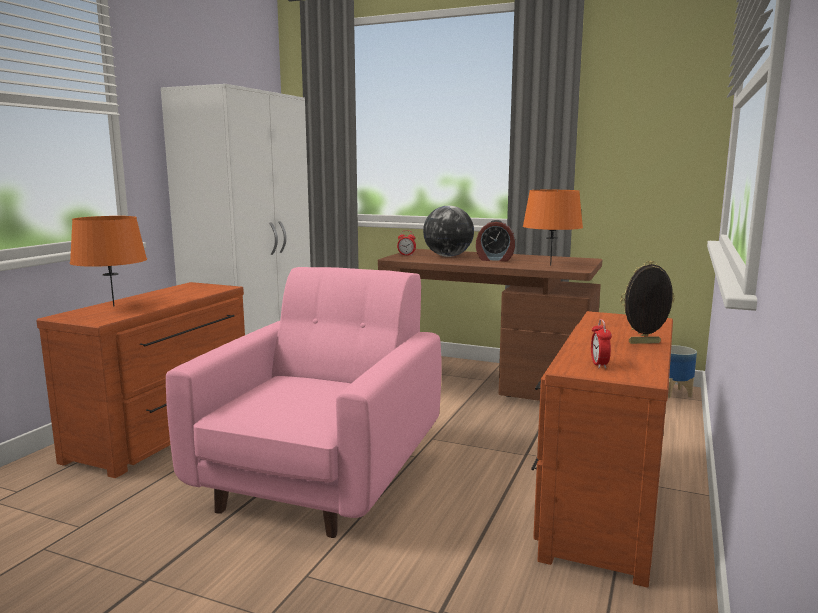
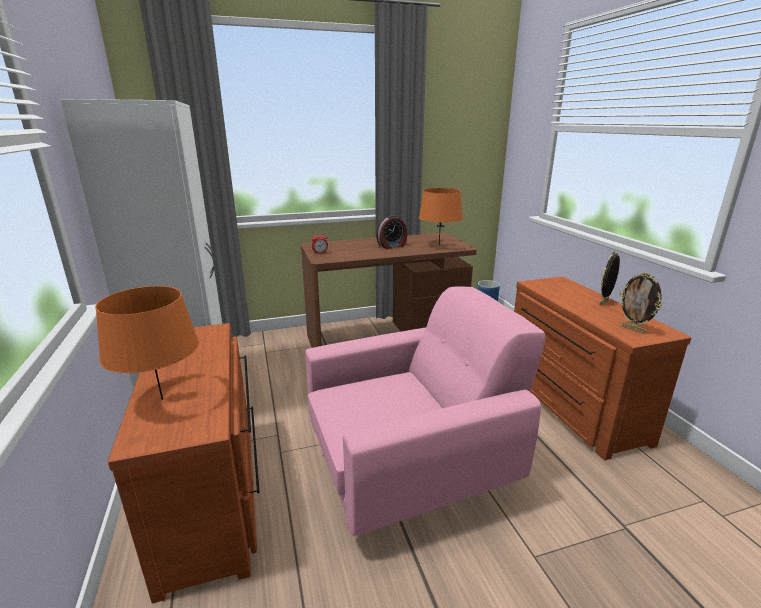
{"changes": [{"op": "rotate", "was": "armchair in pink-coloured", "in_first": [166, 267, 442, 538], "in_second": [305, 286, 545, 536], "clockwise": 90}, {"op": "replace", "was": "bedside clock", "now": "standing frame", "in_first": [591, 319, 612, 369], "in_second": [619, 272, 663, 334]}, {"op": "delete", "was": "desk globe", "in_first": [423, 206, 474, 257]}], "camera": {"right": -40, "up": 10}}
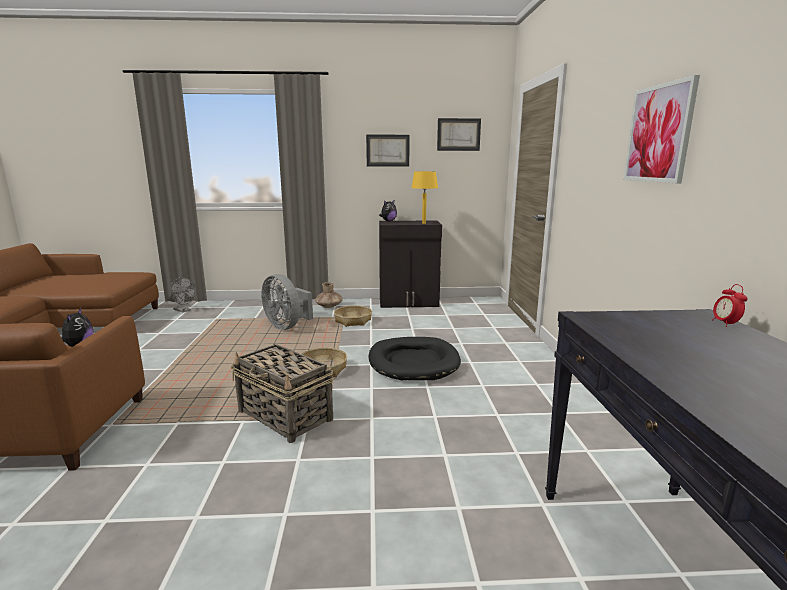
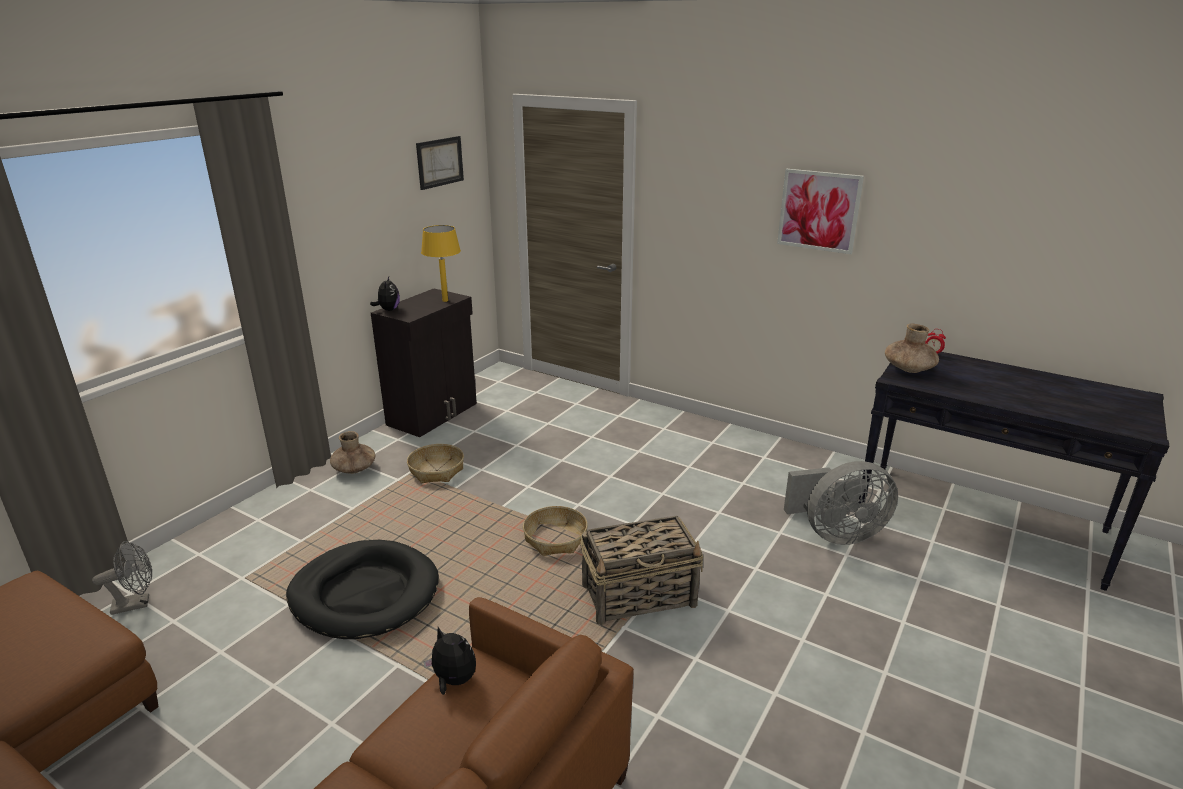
{"changes": [{"op": "move", "was": "pet bed in black-coloured", "in_first": [368, 337, 461, 380], "in_second": [286, 540, 439, 639]}, {"op": "move", "was": "electric fan in gray", "in_first": [261, 274, 313, 330], "in_second": [784, 461, 898, 545]}, {"op": "insert", "now": "vase in brown", "in_second": [885, 324, 939, 373]}, {"op": "delete", "was": "picture", "in_first": [366, 135, 410, 167]}], "camera": {"right": -55, "up": 10}}
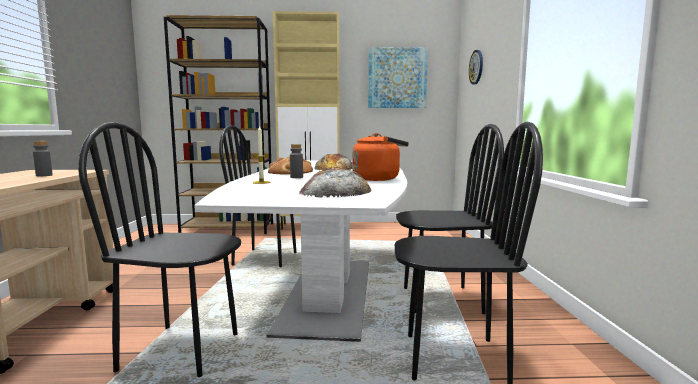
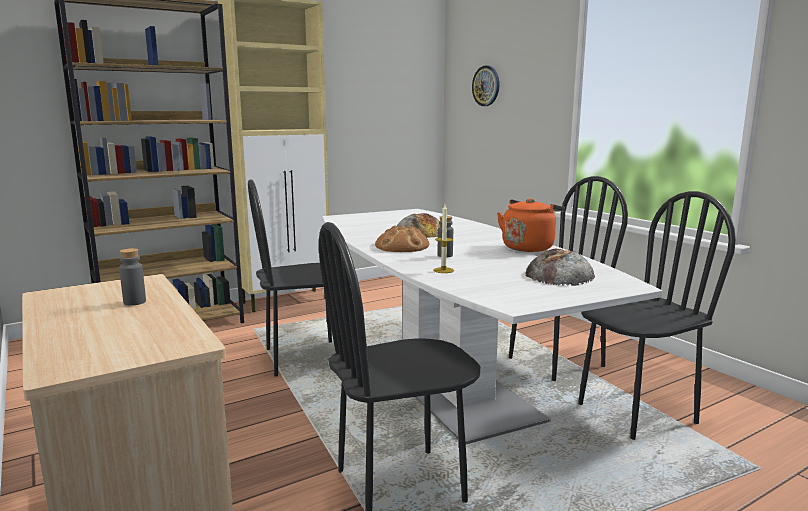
{"changes": [{"op": "delete", "was": "picture", "in_first": [368, 47, 428, 108]}], "camera": {"right": -30, "up": 5}}
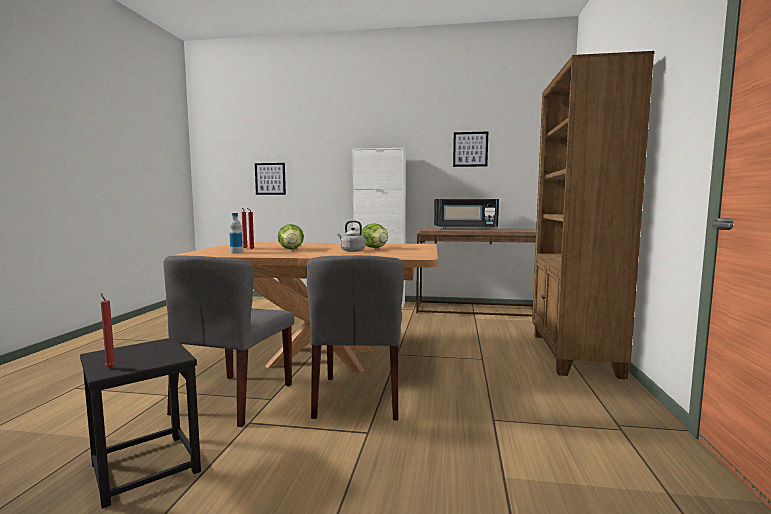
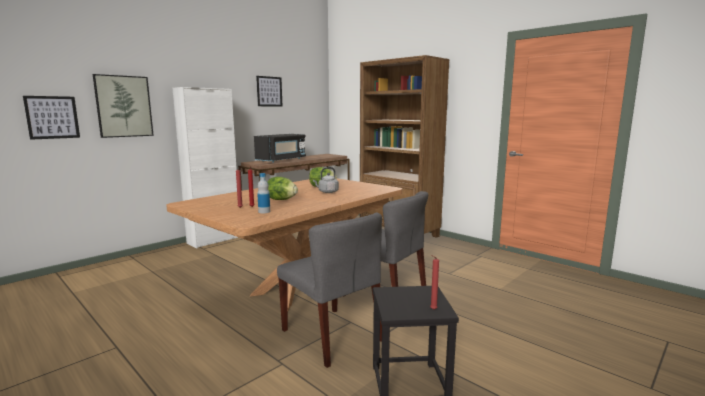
{"changes": [{"op": "insert", "now": "picture", "in_second": [93, 74, 154, 138]}], "camera": {"right": -55, "up": 5}}
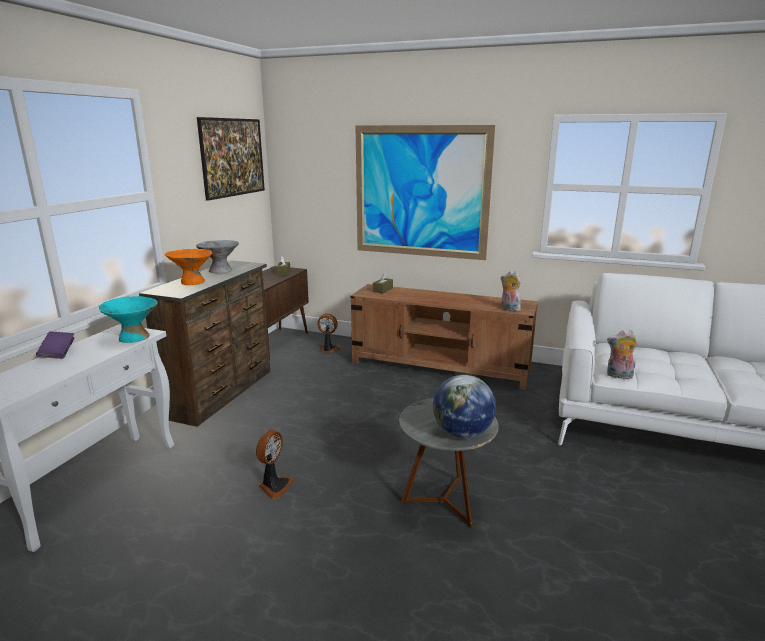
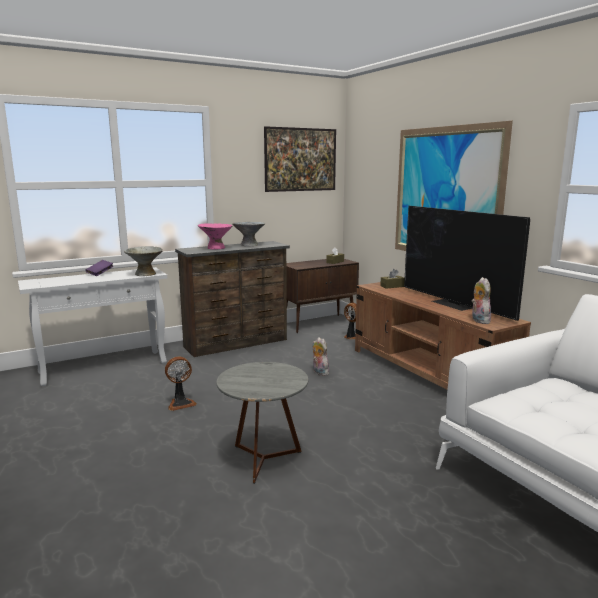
{"changes": [{"op": "recolor", "was": "serving bowl in turquoise", "now": "serving bowl in gray", "in_first": [99, 296, 158, 343], "in_second": [124, 246, 163, 276]}, {"op": "recolor", "was": "serving bowl in orange", "now": "serving bowl in pink-coloured", "in_first": [165, 249, 212, 285], "in_second": [198, 223, 232, 250]}, {"op": "move", "was": "cuddly toy", "in_first": [607, 330, 638, 379], "in_second": [313, 337, 329, 376]}, {"op": "insert", "now": "TV", "in_second": [404, 206, 530, 321]}, {"op": "delete", "was": "desk globe", "in_first": [433, 374, 496, 438]}], "camera": {"right": 40, "up": -5}}
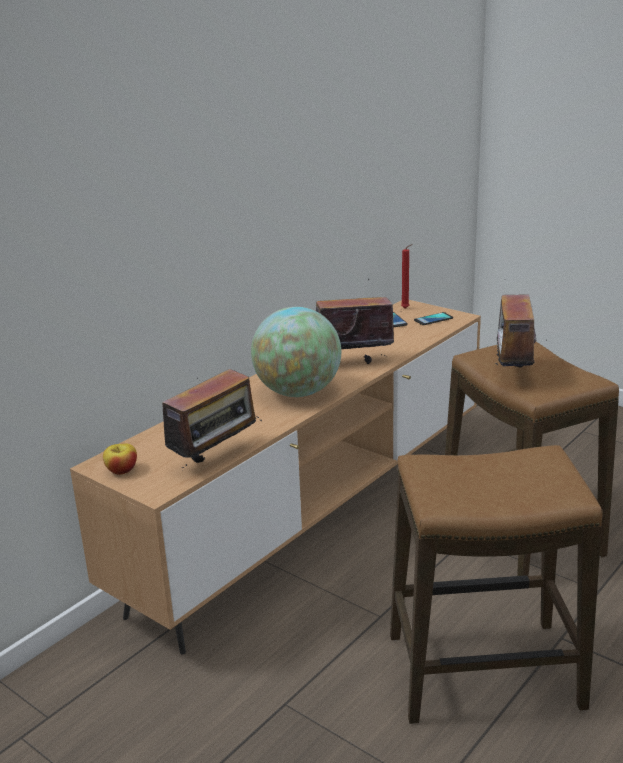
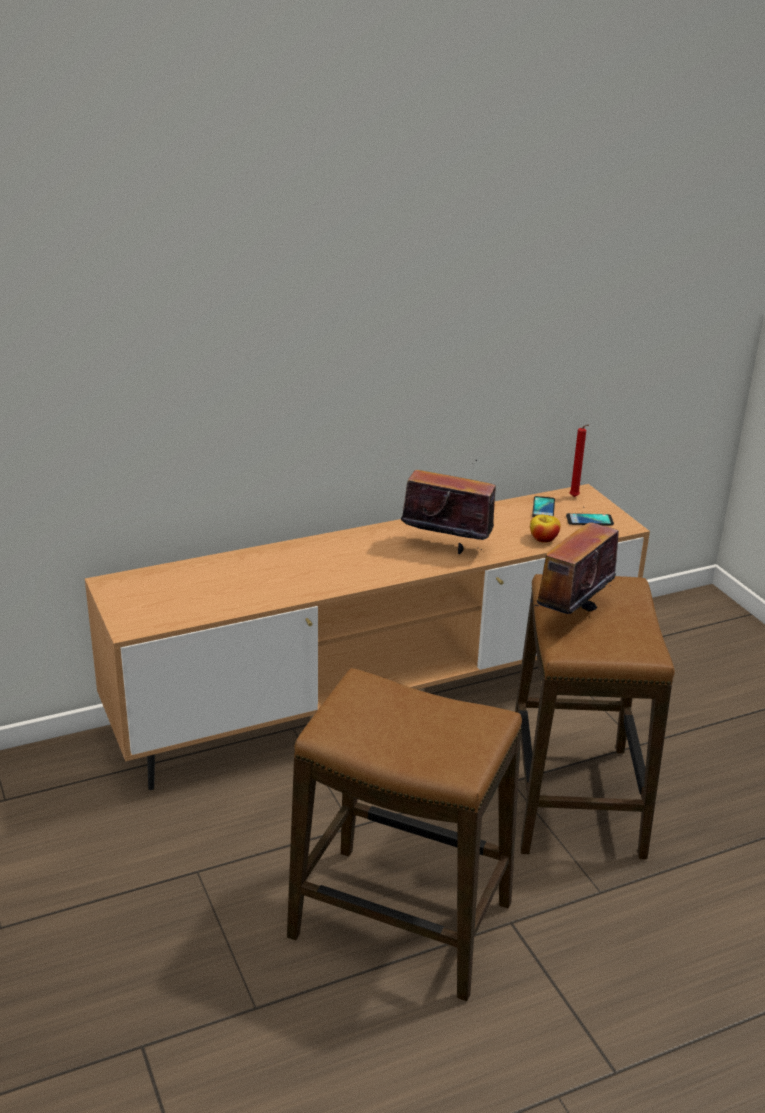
{"changes": [{"op": "move", "was": "apple fruit", "in_first": [103, 443, 137, 475], "in_second": [530, 515, 561, 543]}, {"op": "delete", "was": "radio", "in_first": [152, 369, 262, 468]}, {"op": "delete", "was": "desk globe", "in_first": [251, 307, 341, 397]}], "camera": {"right": 25, "up": 5}}
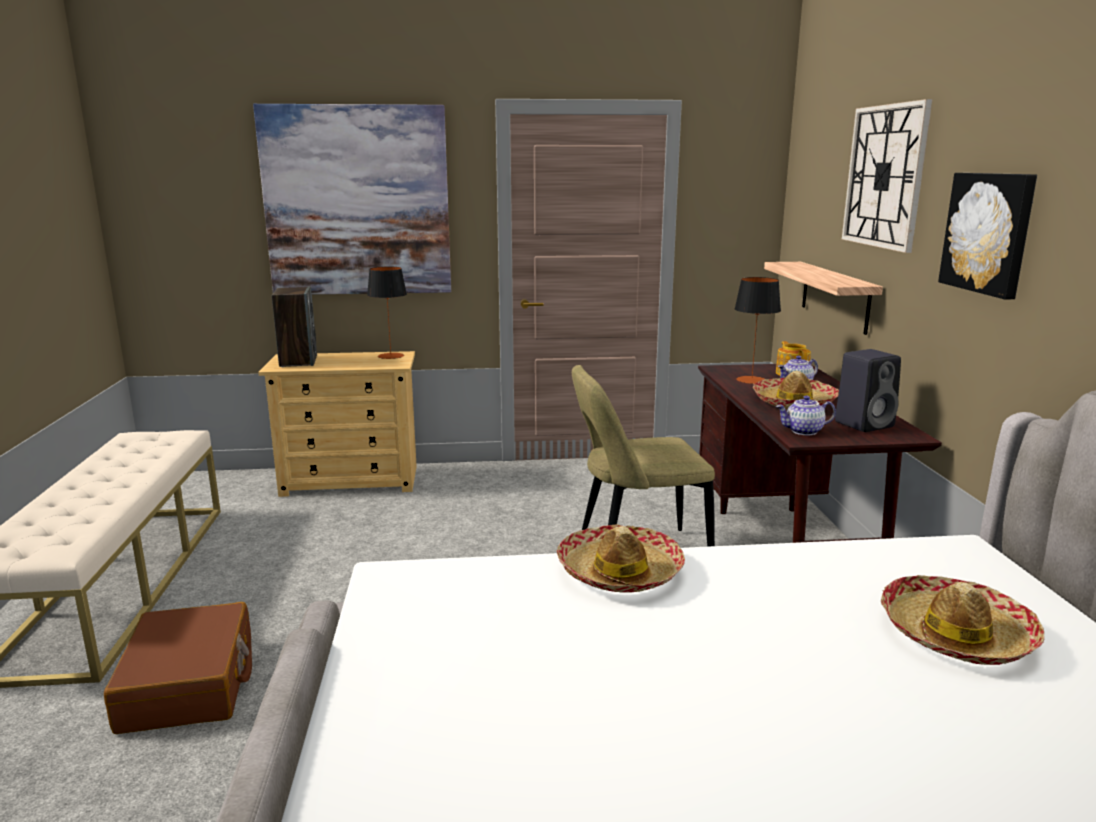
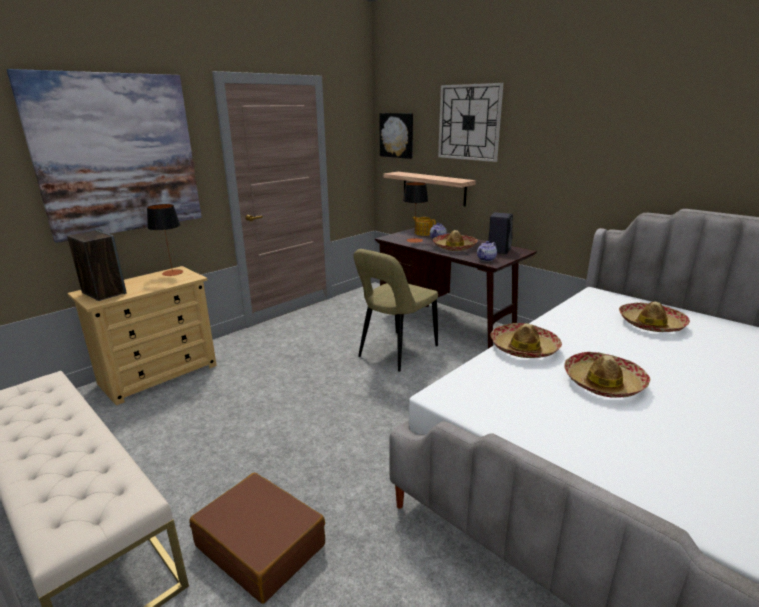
{"changes": [{"op": "move", "was": "picture", "in_first": [938, 173, 1037, 299], "in_second": [379, 113, 413, 159]}, {"op": "insert", "now": "hat", "in_second": [564, 352, 651, 398]}], "camera": {"right": -40, "up": 5}}
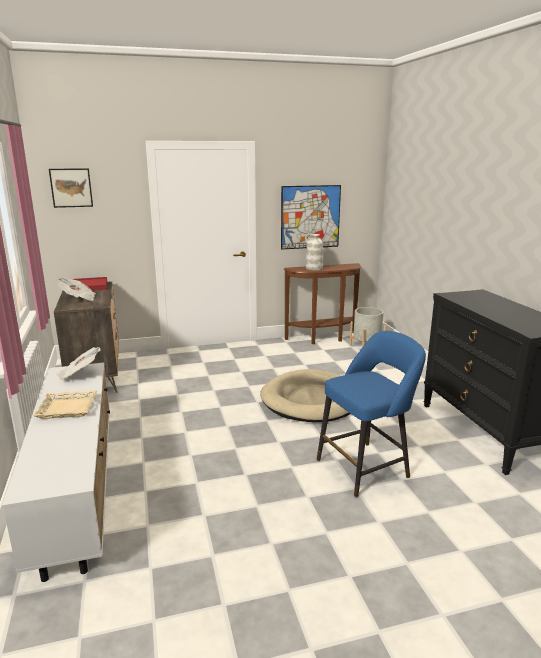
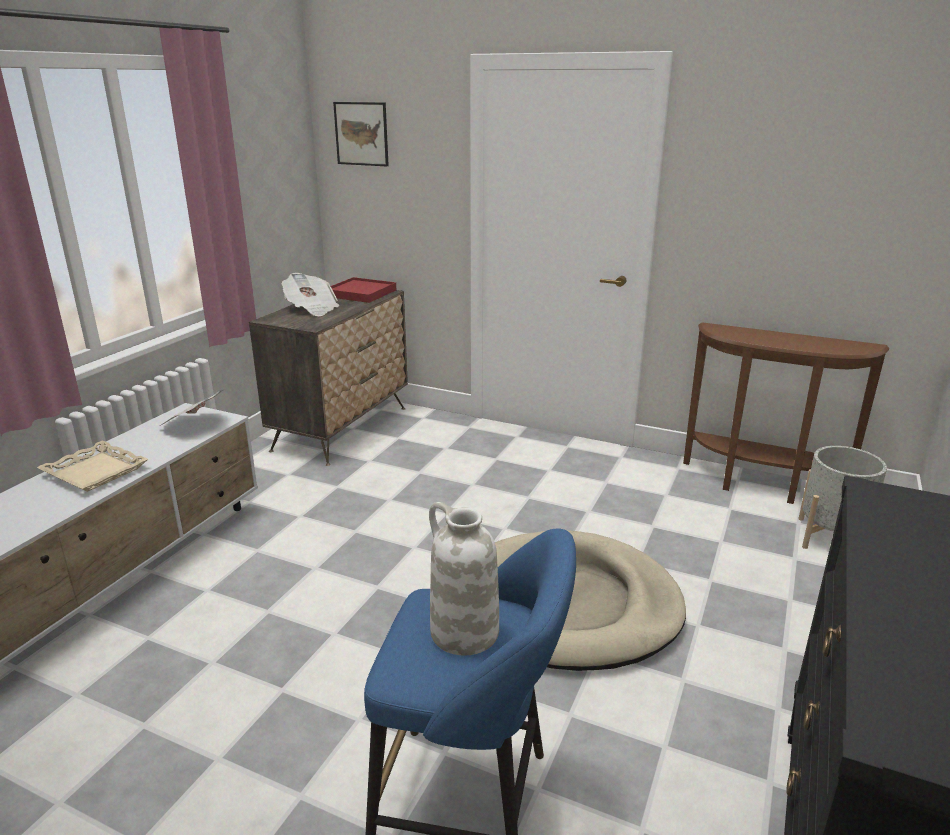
{"changes": [{"op": "move", "was": "vase in white", "in_first": [305, 233, 323, 270], "in_second": [429, 502, 499, 655]}, {"op": "delete", "was": "picture", "in_first": [281, 185, 341, 250]}], "camera": {"right": 40, "up": 5}}
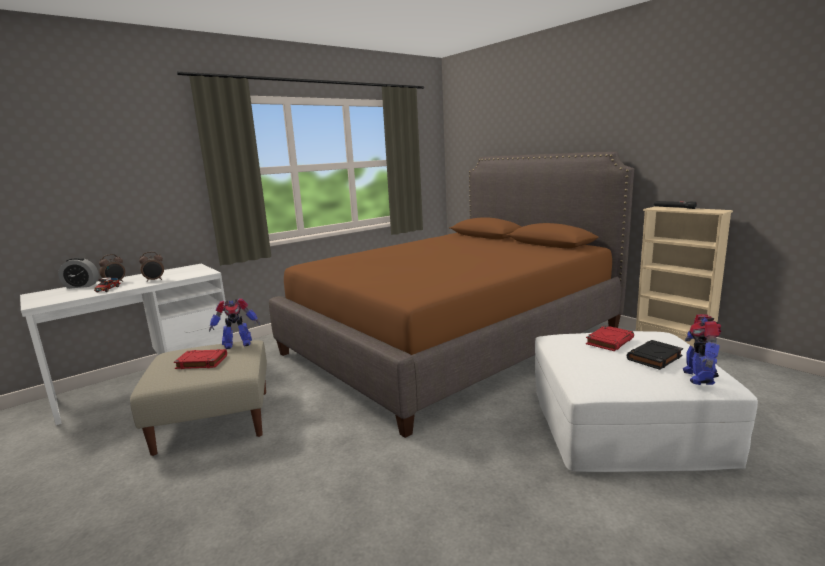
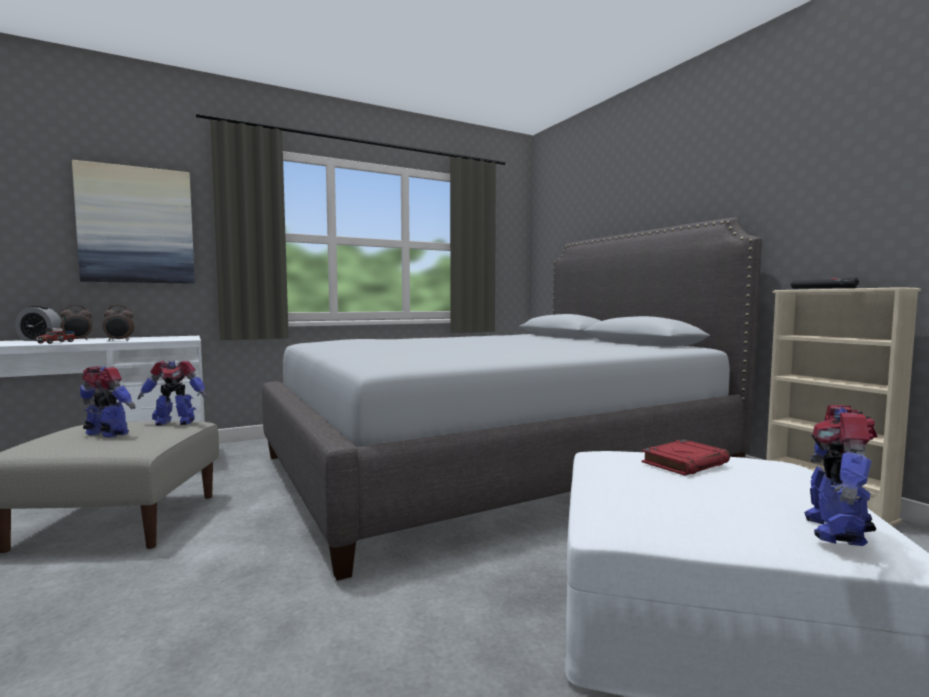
{"changes": [{"op": "insert", "now": "picture", "in_second": [72, 160, 195, 284]}, {"op": "replace", "was": "volume in red-coloured", "now": "toy robot", "in_first": [174, 349, 227, 369], "in_second": [80, 366, 135, 438]}, {"op": "recolor", "was": "sleeping bed in brown", "now": "sleeping bed in gray", "in_first": [269, 152, 634, 438], "in_second": [262, 217, 762, 581]}, {"op": "delete", "was": "volume in black-coloured", "in_first": [627, 340, 683, 370]}], "camera": {"right": 10, "up": -10}}
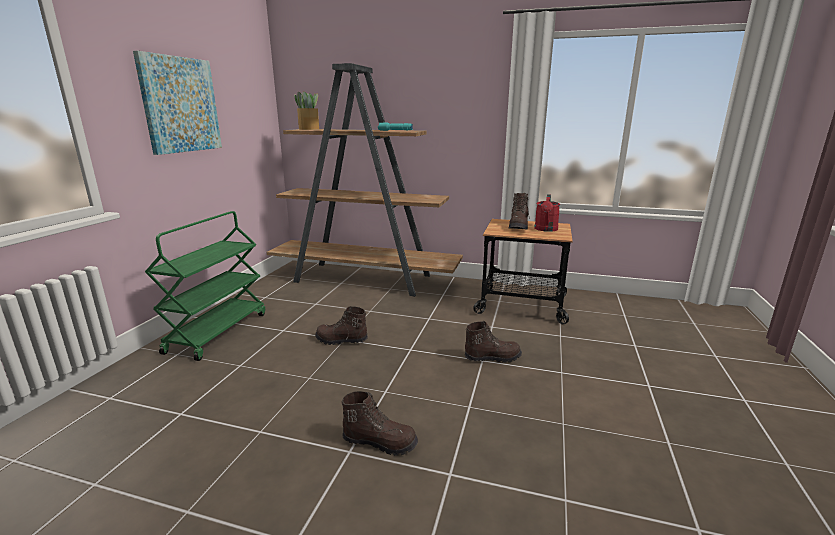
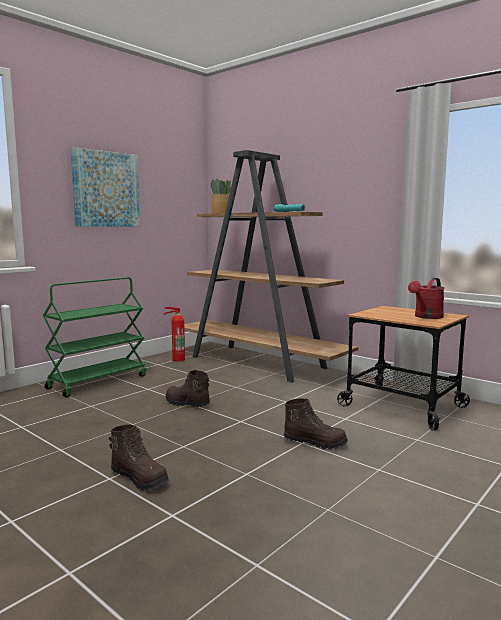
{"changes": [{"op": "insert", "now": "extinguisher", "in_second": [163, 307, 185, 362]}, {"op": "delete", "was": "tall boot in brown", "in_first": [509, 193, 530, 229]}], "camera": {"right": 25, "up": -10}}
